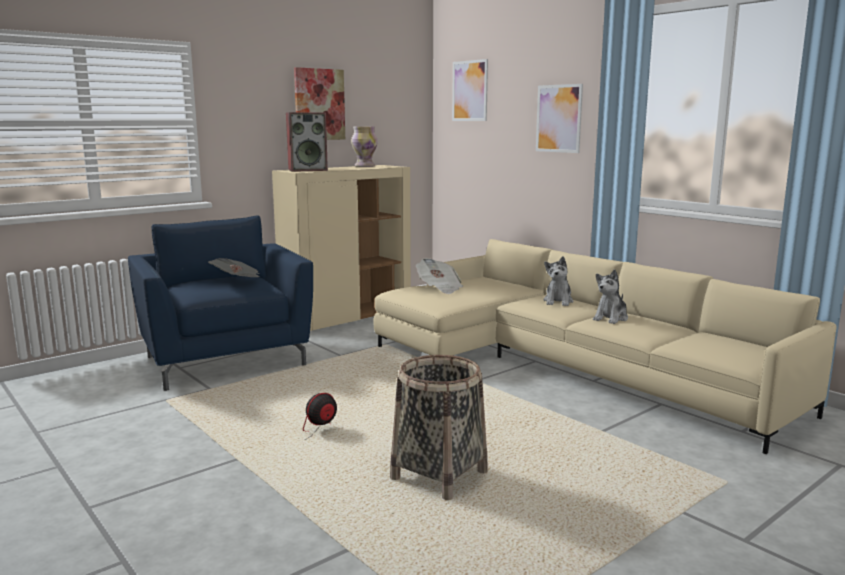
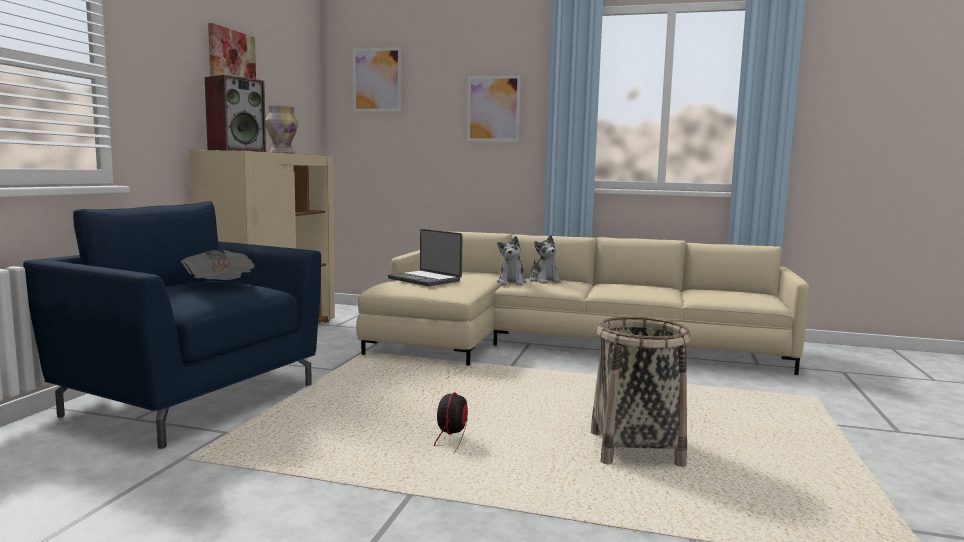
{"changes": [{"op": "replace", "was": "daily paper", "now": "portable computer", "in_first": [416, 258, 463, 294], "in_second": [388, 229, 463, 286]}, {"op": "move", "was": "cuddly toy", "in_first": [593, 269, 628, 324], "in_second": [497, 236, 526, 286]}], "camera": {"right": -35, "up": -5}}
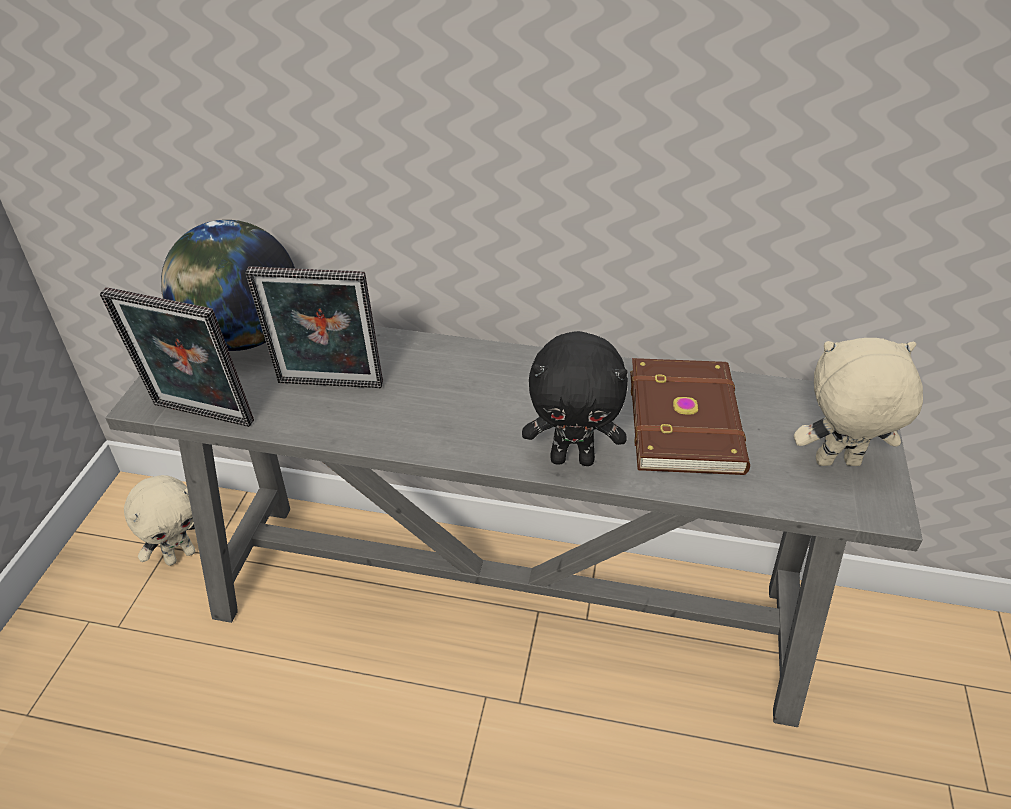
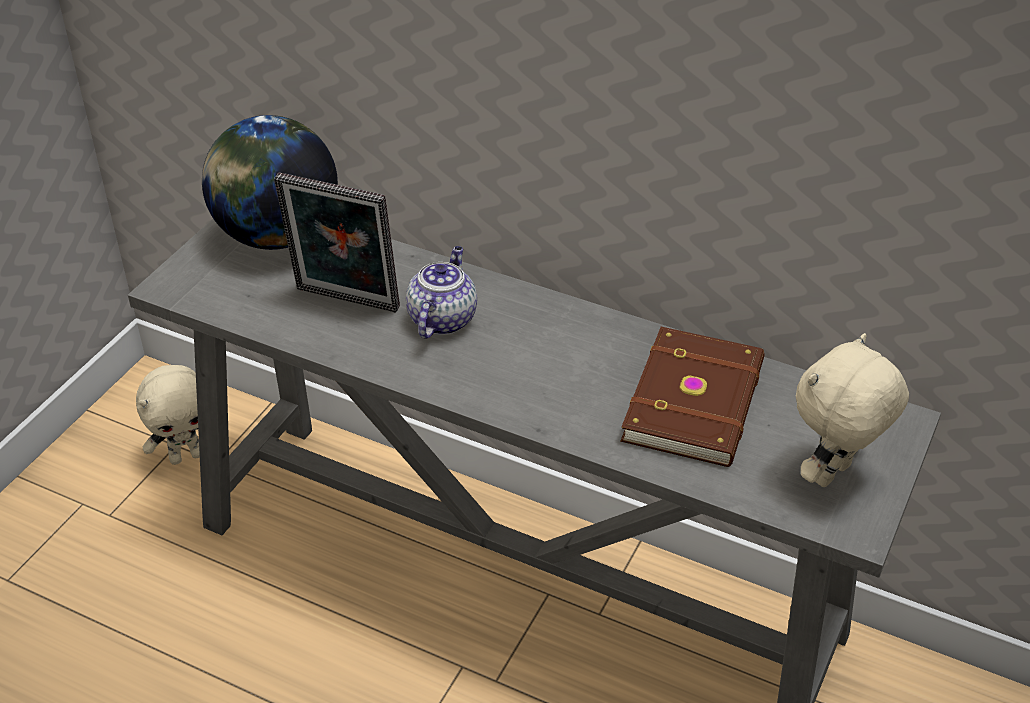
{"changes": [{"op": "insert", "now": "pot for tea", "in_second": [406, 246, 477, 338]}, {"op": "rotate", "was": "cuddly toy in beige-coloured", "in_first": [794, 338, 923, 466], "in_second": [796, 333, 909, 487], "clockwise": -60}, {"op": "delete", "was": "standing frame", "in_first": [100, 287, 254, 427]}, {"op": "delete", "was": "cuddly toy in black-coloured", "in_first": [522, 331, 628, 466]}], "camera": {"right": 15, "up": 0}}
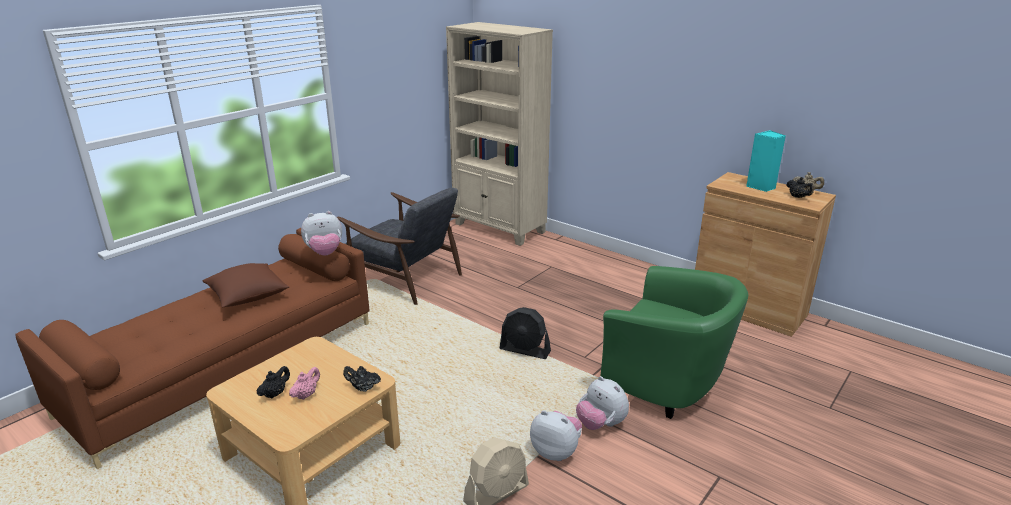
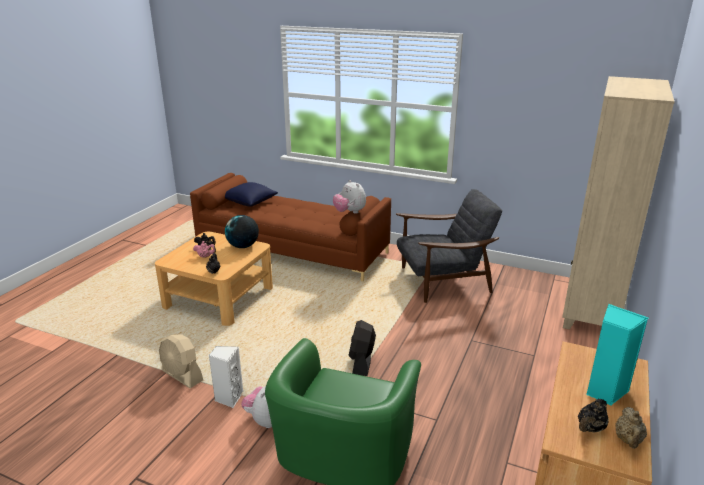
{"changes": [{"op": "replace", "was": "cuddly toy", "now": "audio speaker in white", "in_first": [530, 410, 582, 461], "in_second": [209, 346, 243, 408]}, {"op": "insert", "now": "pillow in blue-coloured", "in_second": [225, 182, 278, 207]}, {"op": "insert", "now": "desk globe", "in_second": [225, 215, 259, 248]}, {"op": "rotate", "was": "armchair in gray", "in_first": [337, 188, 462, 305], "in_second": [396, 189, 502, 303], "clockwise": -120}, {"op": "delete", "was": "pillow in brown", "in_first": [203, 263, 289, 307]}], "camera": {"right": 75, "up": 0}}
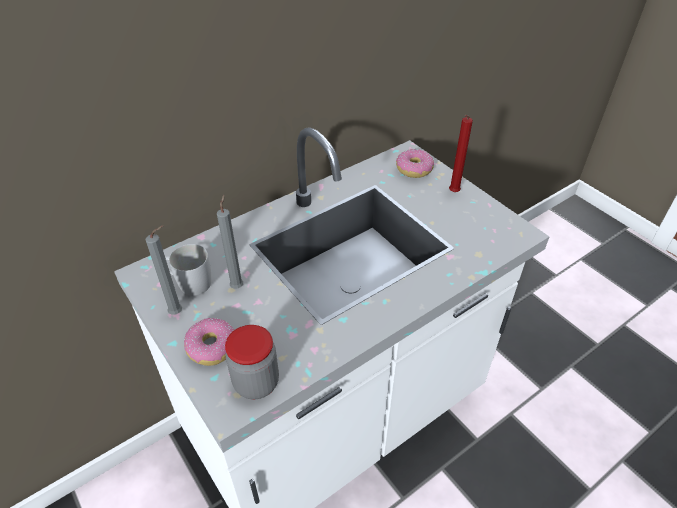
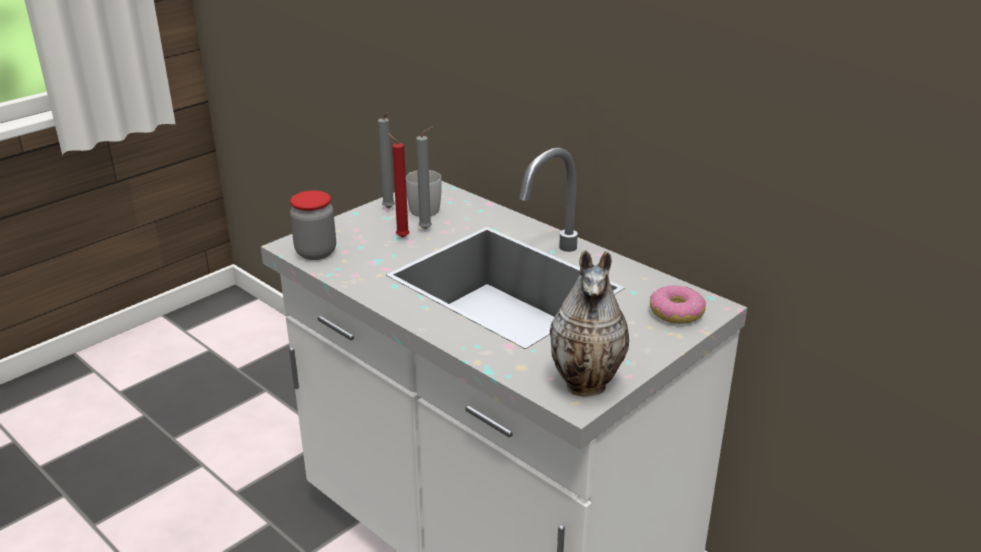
{"changes": [{"op": "move", "was": "wax candle in red-coloured", "in_first": [449, 115, 473, 192], "in_second": [386, 132, 410, 238]}, {"op": "insert", "now": "vase", "in_second": [550, 250, 629, 397]}, {"op": "delete", "was": "doughnut", "in_first": [184, 318, 235, 366]}], "camera": {"right": 80, "up": -15}}
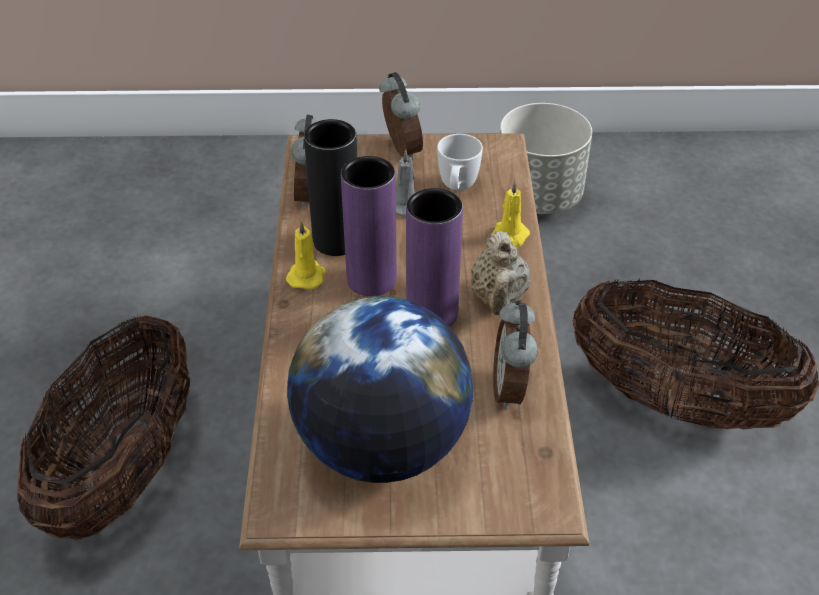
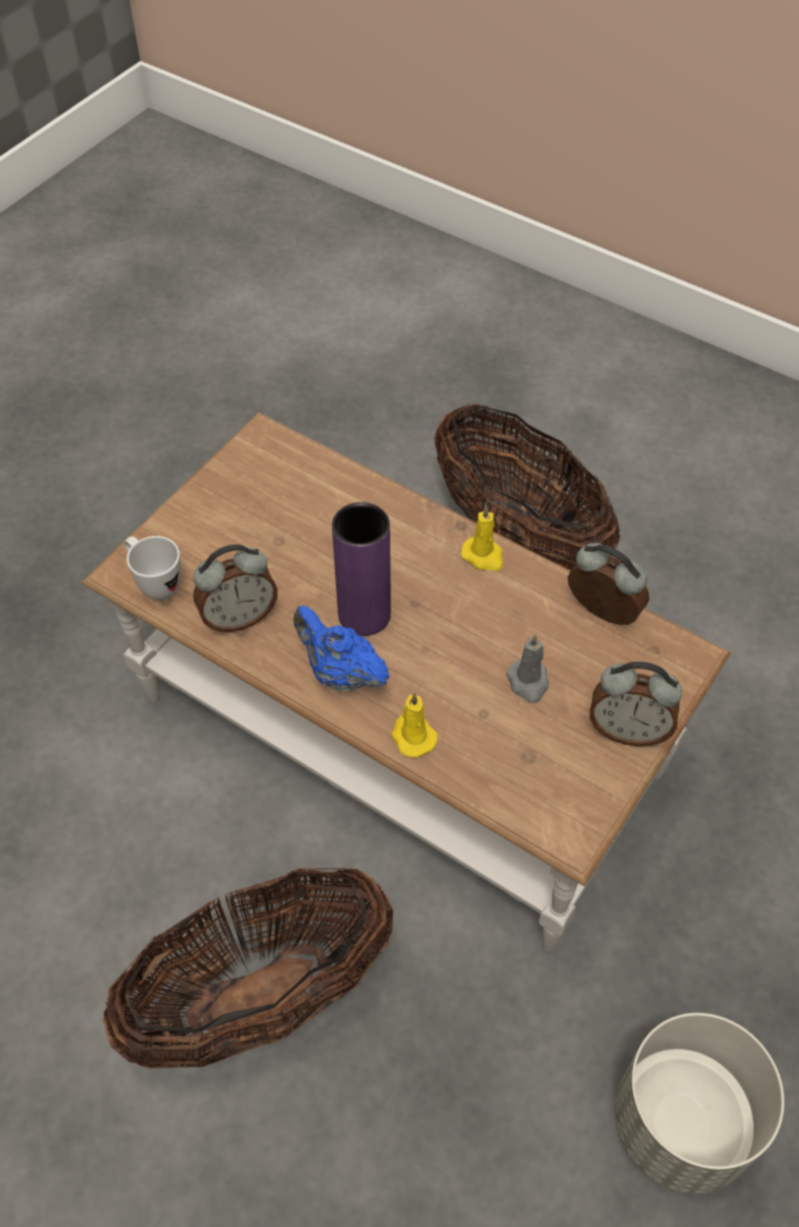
{"changes": [{"op": "move", "was": "coffee mug in white", "in_first": [437, 134, 483, 190], "in_second": [124, 536, 181, 600]}, {"op": "rotate", "was": "bedside clock", "in_first": [493, 300, 538, 410], "in_second": [193, 544, 278, 632], "clockwise": 120}, {"op": "recolor", "was": "pot for tea in beige-coloured", "now": "pot for tea in blue-coloured", "in_first": [471, 231, 530, 315], "in_second": [294, 606, 390, 691]}, {"op": "delete", "was": "desk globe", "in_first": [287, 296, 473, 483]}, {"op": "delete", "was": "vase in black-coloured", "in_first": [304, 119, 357, 256]}, {"op": "delete", "was": "vase in purple", "in_first": [341, 156, 397, 296]}], "camera": {"right": 125, "up": 10}}
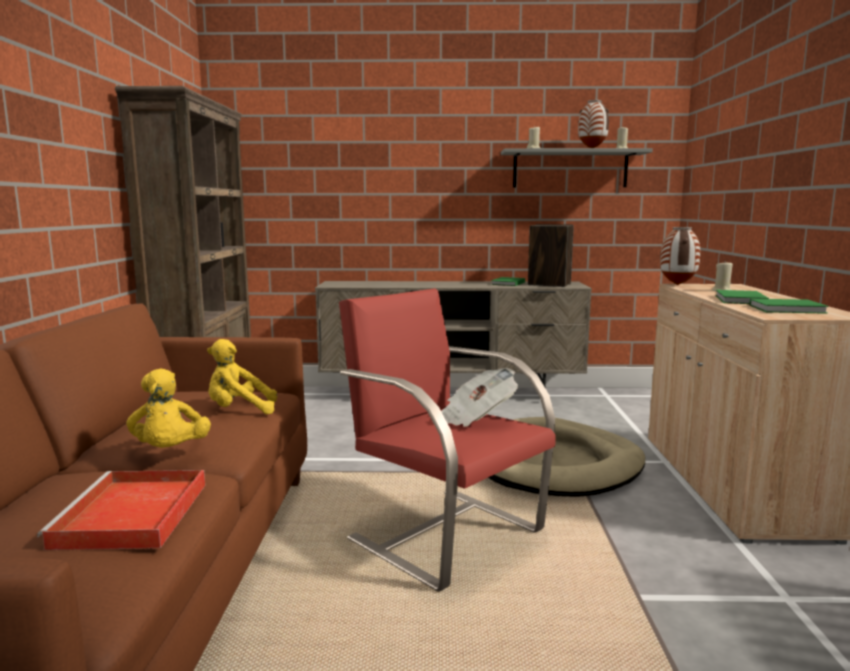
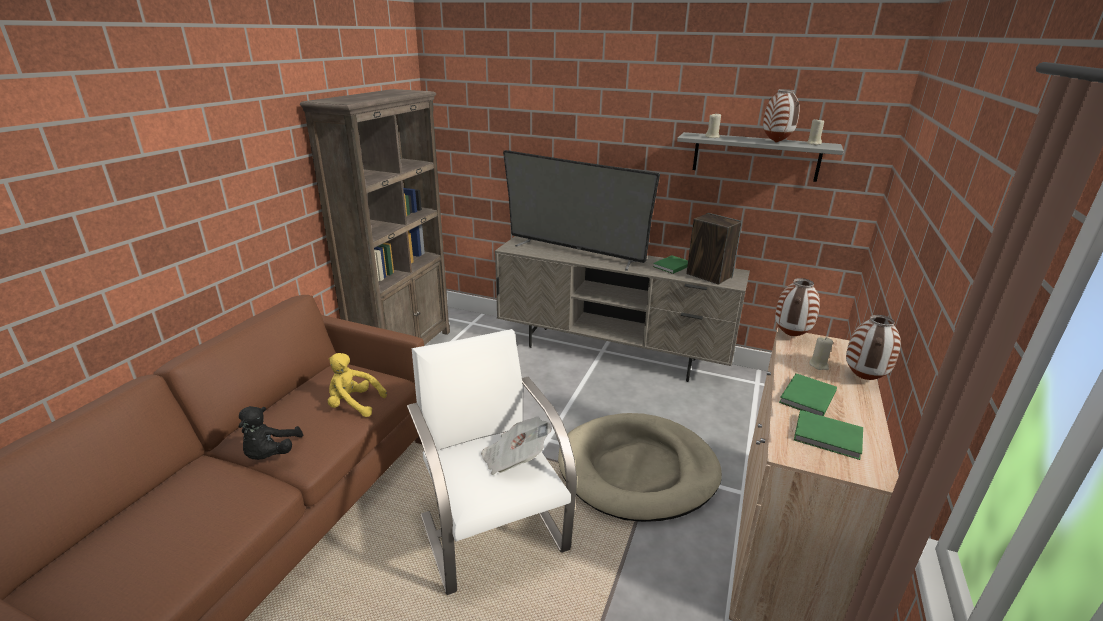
{"changes": [{"op": "recolor", "was": "cuddly toy in yellowish", "now": "cuddly toy in black-coloured", "in_first": [126, 369, 211, 448], "in_second": [238, 406, 303, 460]}, {"op": "recolor", "was": "armchair in red-coloured", "now": "armchair in white", "in_first": [339, 288, 556, 592], "in_second": [407, 329, 577, 595]}, {"op": "insert", "now": "TV", "in_second": [503, 150, 660, 271]}, {"op": "insert", "now": "vase", "in_second": [846, 315, 901, 380]}, {"op": "delete", "was": "tray in red-coloured", "in_first": [37, 470, 205, 550]}], "camera": {"right": 20, "up": 15}}
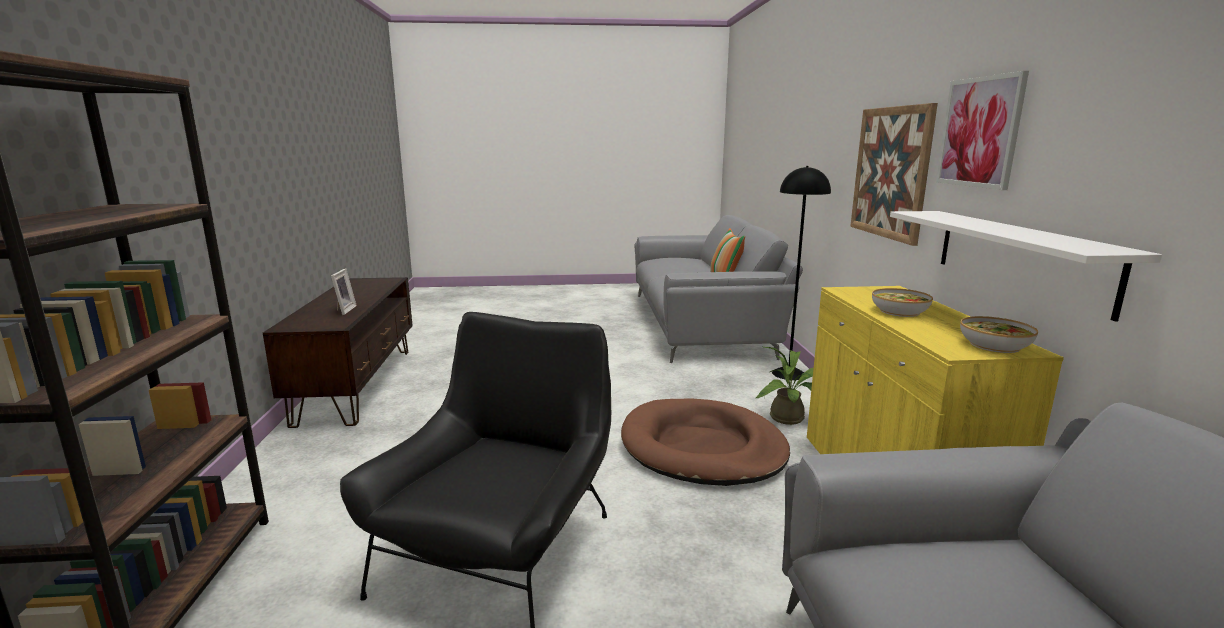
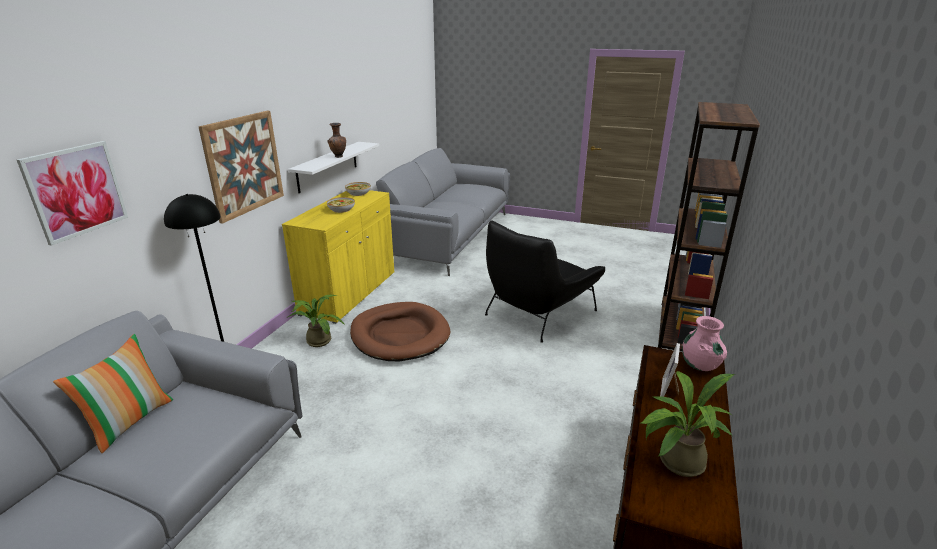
{"changes": [{"op": "move", "was": "picture", "in_first": [936, 71, 1029, 190], "in_second": [17, 141, 128, 246]}, {"op": "insert", "now": "vase in brown", "in_second": [327, 123, 346, 158]}, {"op": "insert", "now": "houseplant", "in_second": [640, 371, 735, 477]}, {"op": "insert", "now": "vase in pink-coloured", "in_second": [682, 316, 727, 371]}], "camera": {"right": -155, "up": 10}}
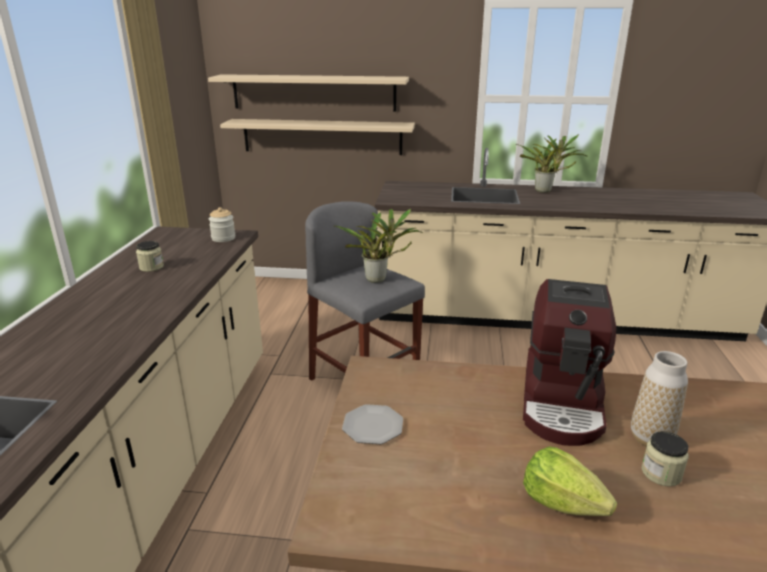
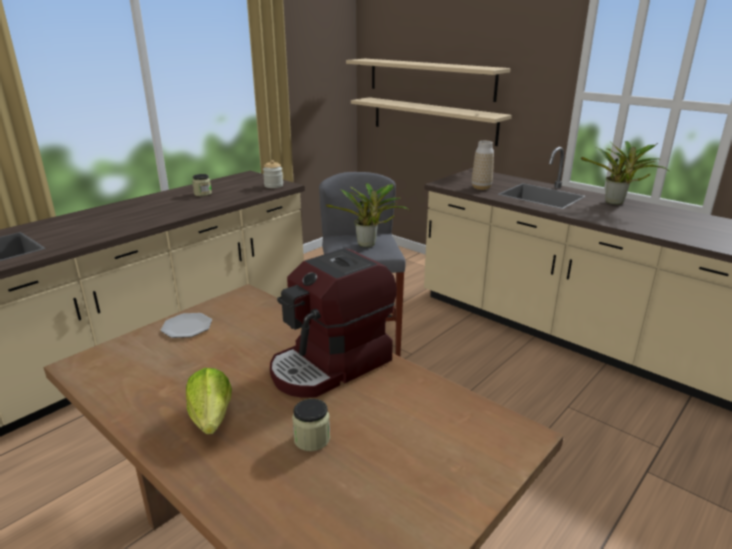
{"changes": [{"op": "move", "was": "vase", "in_first": [631, 351, 688, 447], "in_second": [472, 141, 494, 190]}], "camera": {"right": 35, "up": 0}}
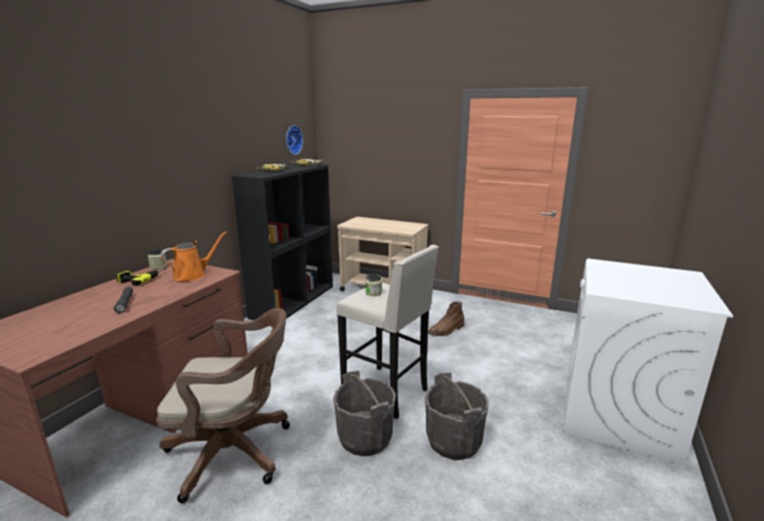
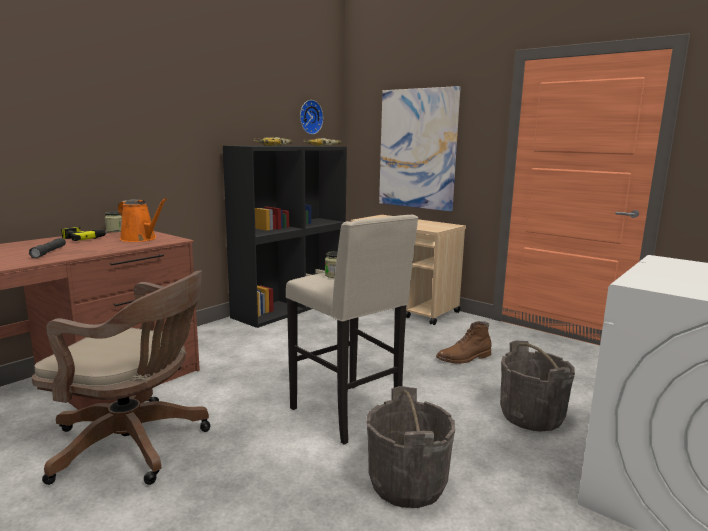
{"changes": [{"op": "rotate", "was": "watering can in orange", "in_first": [160, 232, 227, 281], "in_second": [118, 198, 167, 242], "clockwise": 60}, {"op": "insert", "now": "picture", "in_second": [379, 86, 460, 211]}, {"op": "move", "was": "pail in gray", "in_first": [333, 370, 396, 456], "in_second": [500, 340, 575, 432]}], "camera": {"right": 15, "up": -5}}
